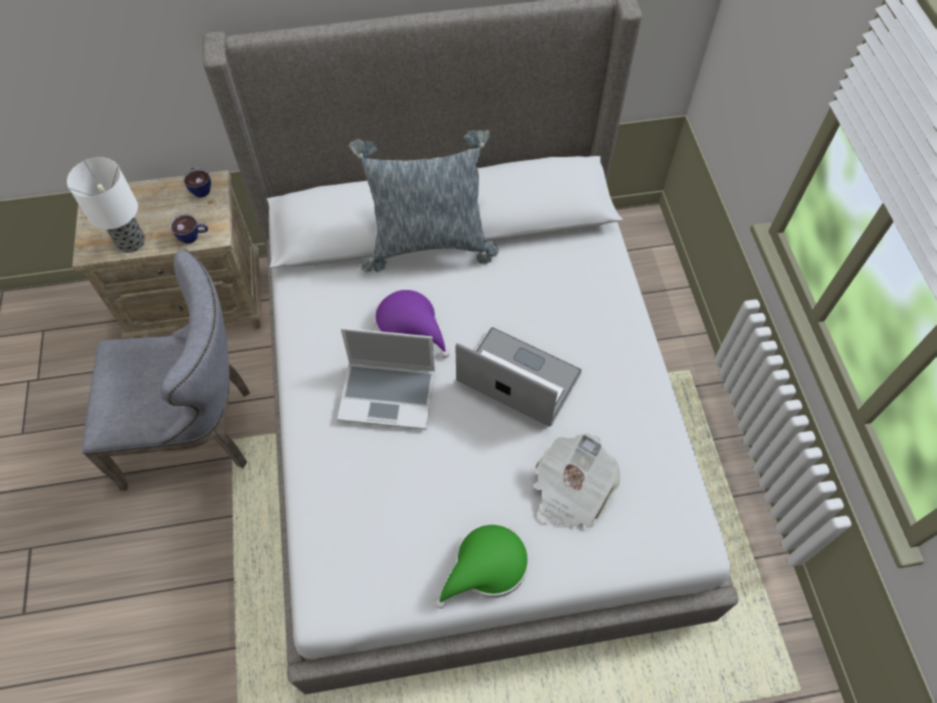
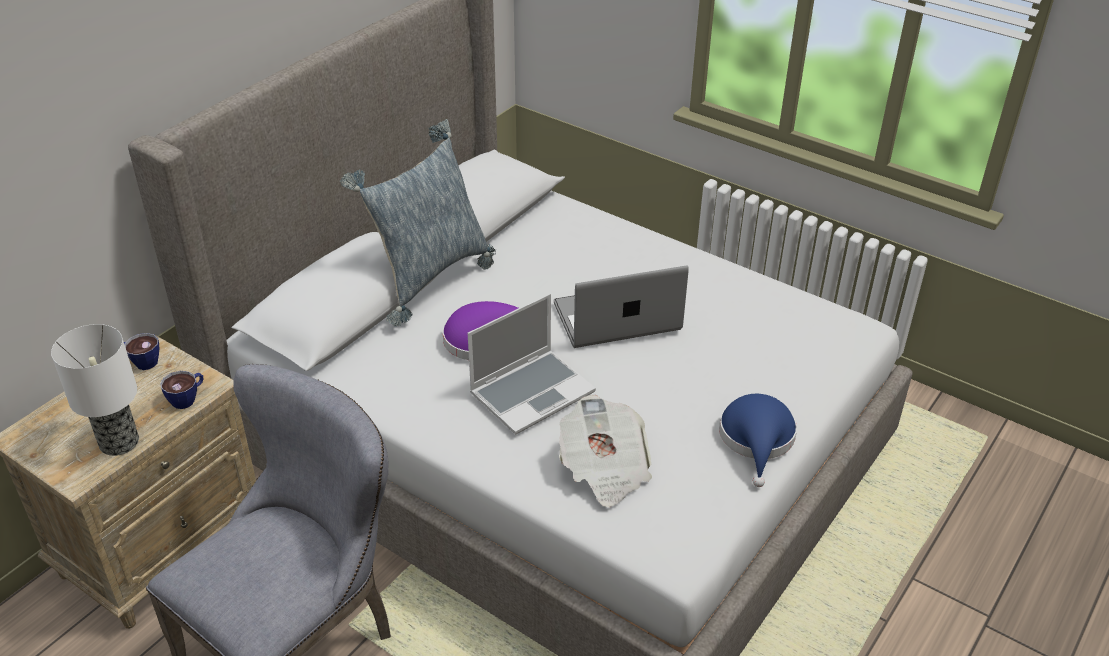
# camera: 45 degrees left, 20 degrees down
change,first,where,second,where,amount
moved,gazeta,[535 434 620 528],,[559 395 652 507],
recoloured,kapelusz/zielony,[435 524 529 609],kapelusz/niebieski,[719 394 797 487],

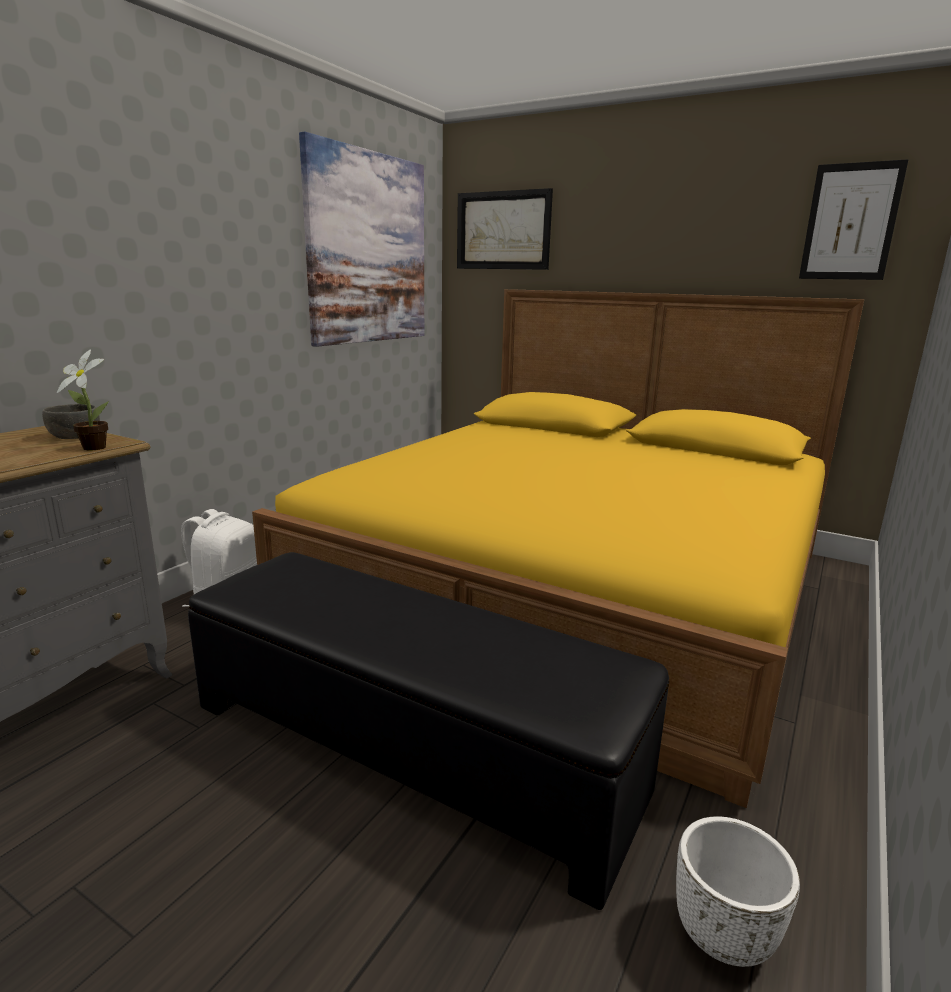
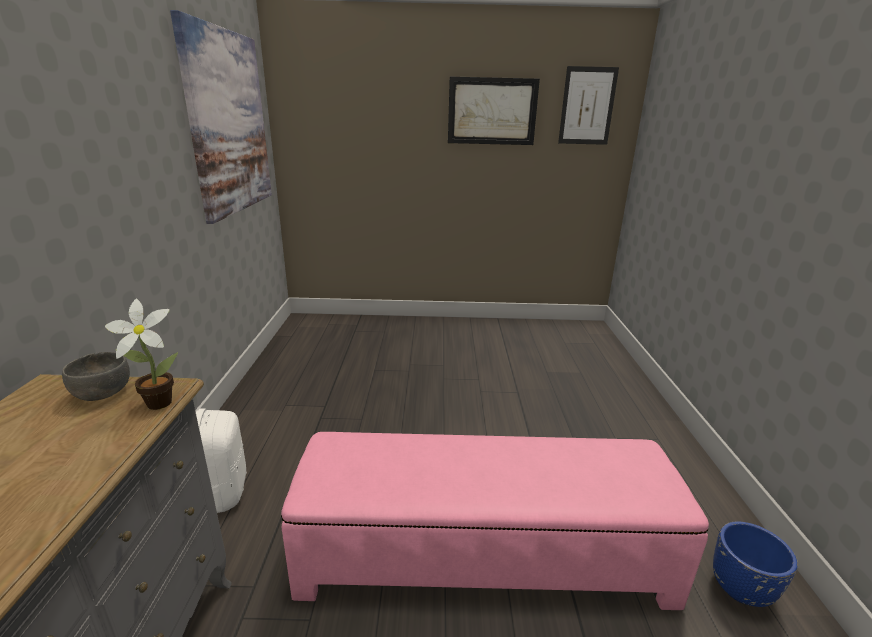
# camera: 30 degrees left, 5 degrees up
change,first,where,second,where,amount
moved,obraz,[457 188 553 270],,[448 77 540 145],
removed,łóżko/żółty,[252 289 864 808],,,
recoloured,ławka/czarny,[188 552 669 910],ławka/różowy,[281 432 709 610],
recoloured,donica/biały,[676 816 800 967],donica/niebieski,[713 521 798 607],

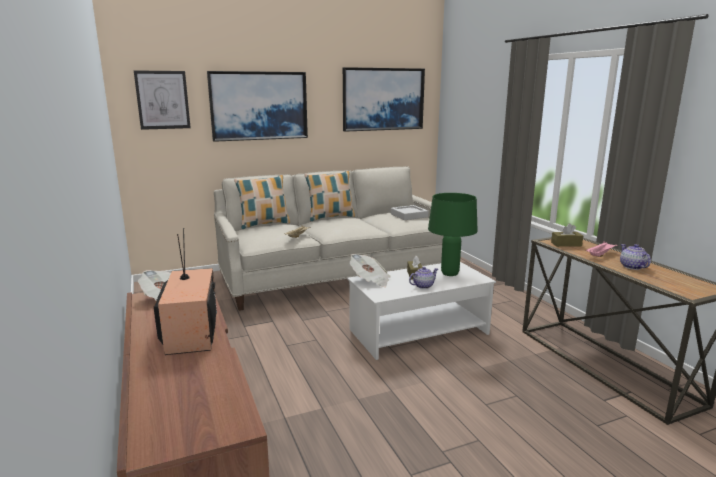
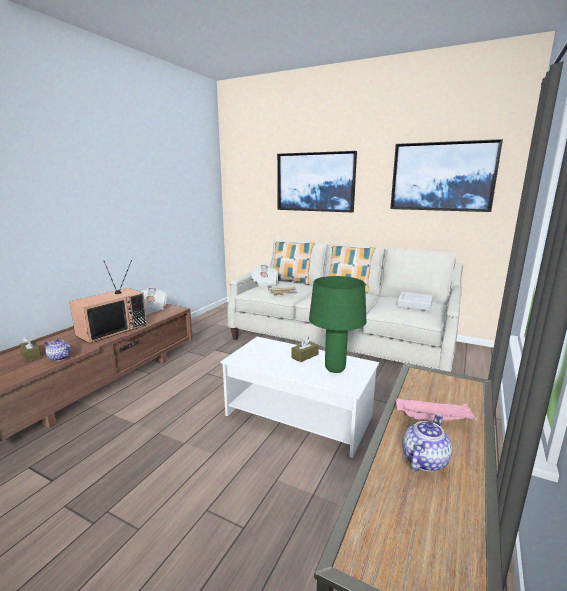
# camera: 50 degrees right, 0 degrees up
change,first,where,second,where,amount
removed,obraz,[134 70 191 130],,,
moved,pudełko chusteczek/brązowy,[551 223 583 247],,[20 336 41 362],
moved,gazeta,[349 254 390 287],,[251 265 278 288],
moved,imbryk,[409 267 438 289],,[44 339 71 361],

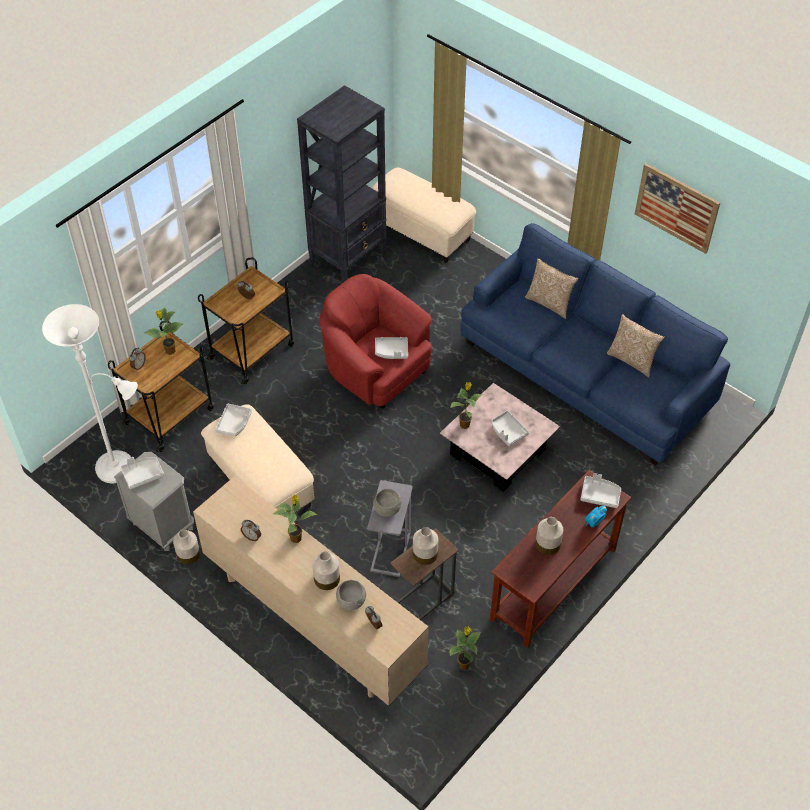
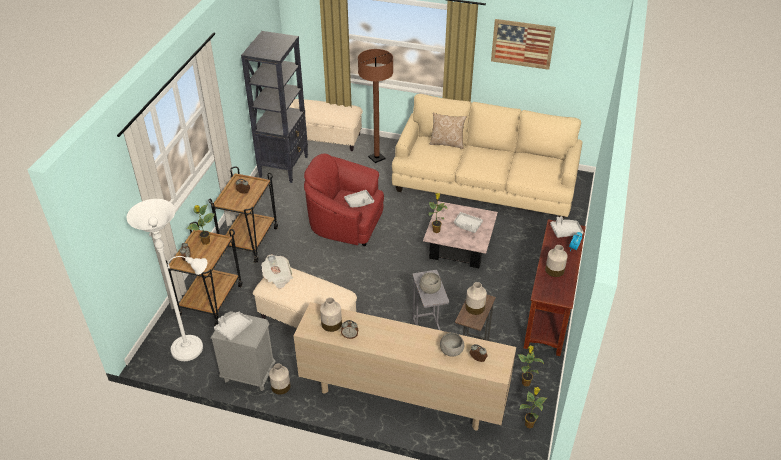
# camera: 25 degrees left, 10 degrees down
change,first,where,second,where,amount
recoloured,kanapa/niebieski,[460 223 730 465],kanapa/beżowy,[392 94 582 220],
removed,poduszka,[607 314 665 378],,,
replaced,taca/szary,[215 404 252 437],gazeta,[261 254 293 289],
moved,roślina doniczkowa,[273 495 318 543],,[519 387 547 428],
moved,wazon/beżowy,[312 552 340 590],,[320 298 342 332],
added,,,lampa stojąca/brązowy,[358 49 393 163],

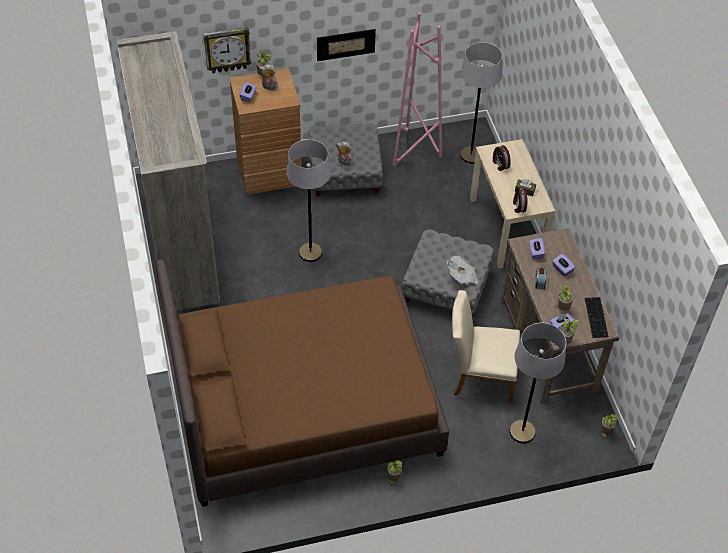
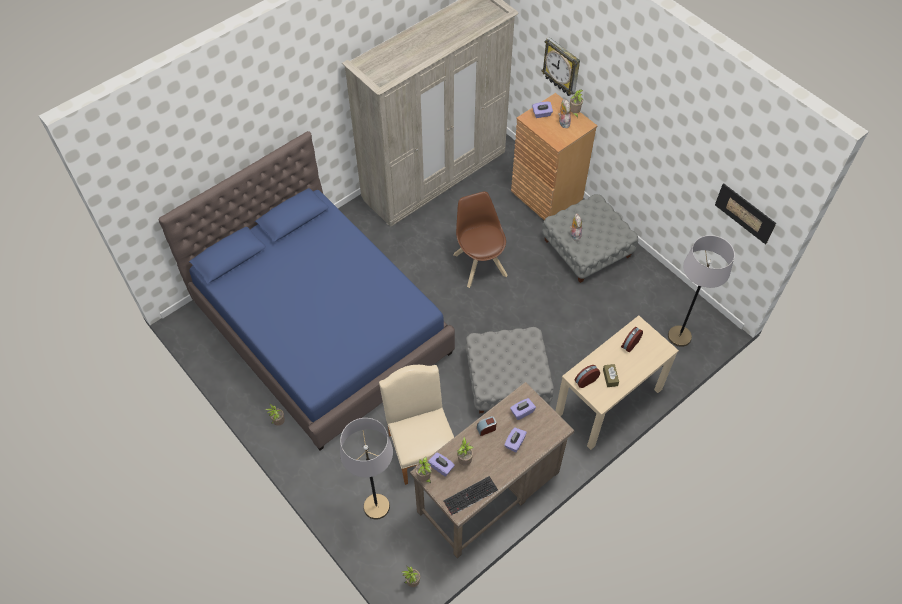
# camera: 65 degrees right, 5 degrees up
change,first,where,second,where,amount
removed,wieszak/różowy,[393 12 442 166],,,
moved,obraz,[317 29 376 61],,[715 183 776 245],
replaced,lampa stojąca/szary,[286 139 331 262],krzesło/brązowy,[454 191 507 288],
removed,gazeta,[447 256 478 284],,,
recoloured,łóżko/brązowy,[156 259 449 507],łóżko/niebieski,[159 131 455 450],

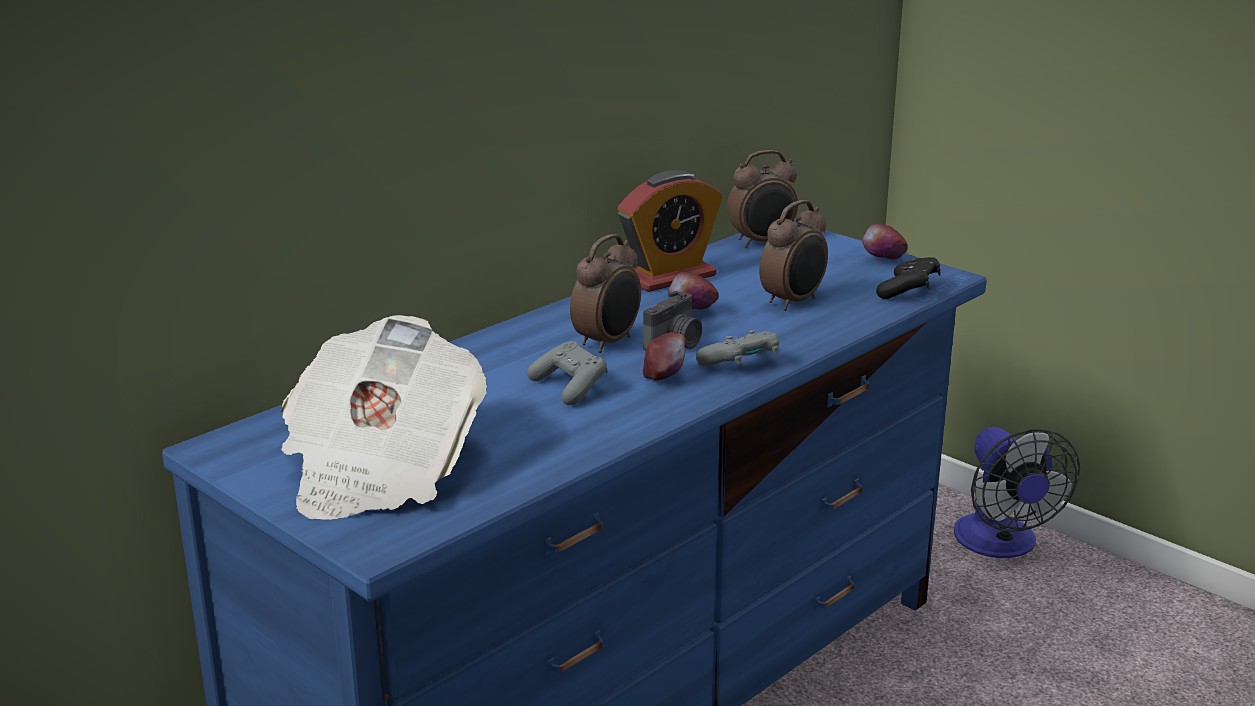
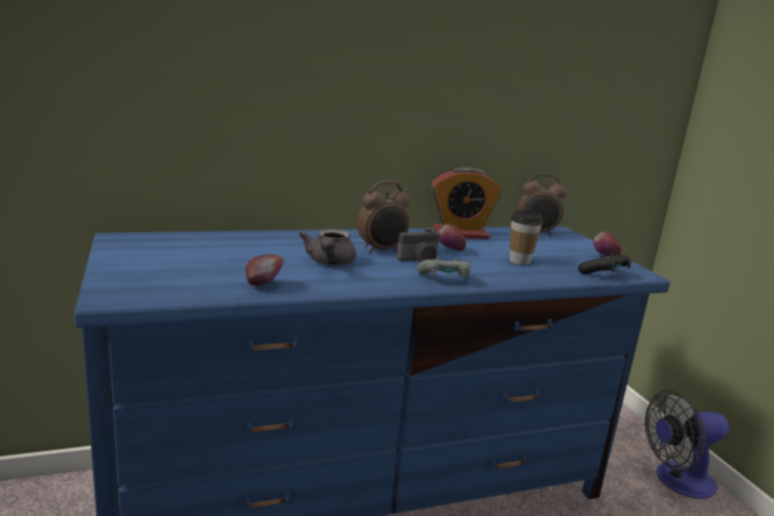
# camera: 25 degrees right, 5 degrees down
change,first,where,second,where,amount
replaced,budzik,[759 200 828 311],filiżanka,[510 211 544 265],
removed,gazeta,[281 315 487 520],,,
moved,jabłko,[643 332 685 381],,[246 254 284 286],
replaced,pad do gier/szary,[527 341 608 405],imbryk/szary,[299 229 356 265],
turned,wentylator,[954 427 1080 558],,[645 390 730 499],60 degrees clockwise

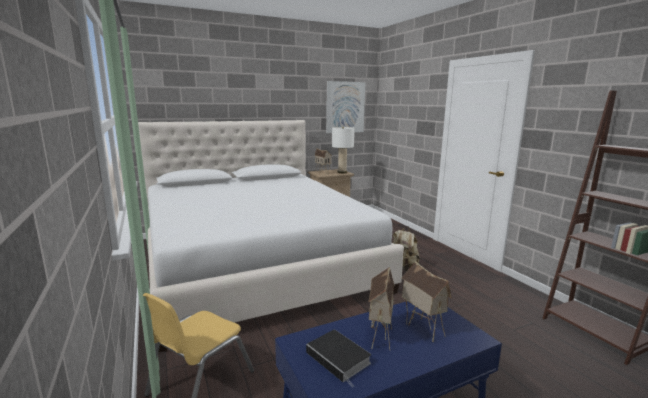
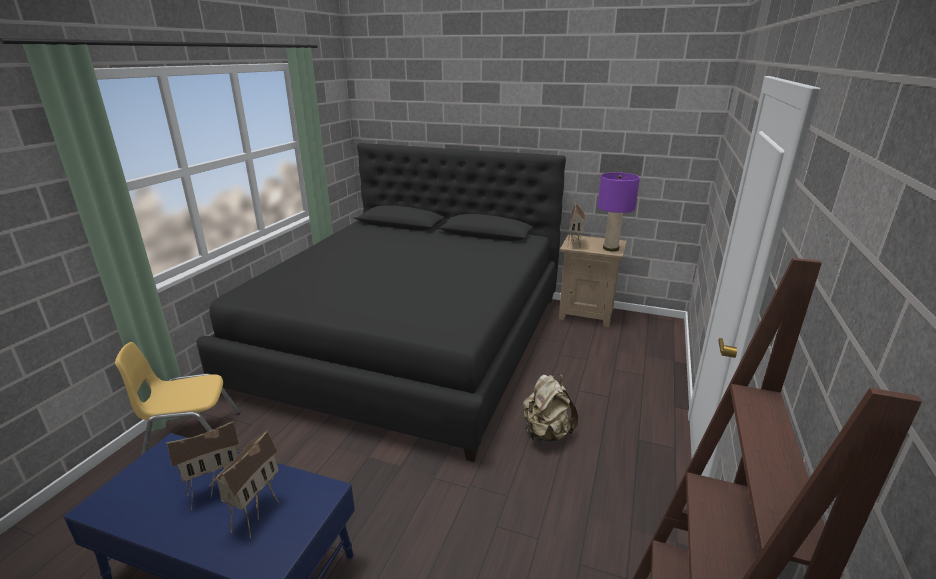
# camera: 45 degrees right, 10 degrees up
change,first,where,second,where,amount
removed,obraz,[326 81 365 133],,,
recoloured,łóżko/biały,[138 120 404 352],łóżko/czarny,[196 143 566 462],
recoloured,lampa stołowa/biały,[332 127 354 173],lampa stołowa/fioletowy,[597 172 640 251],
removed,książka,[306 330 371 387],,,

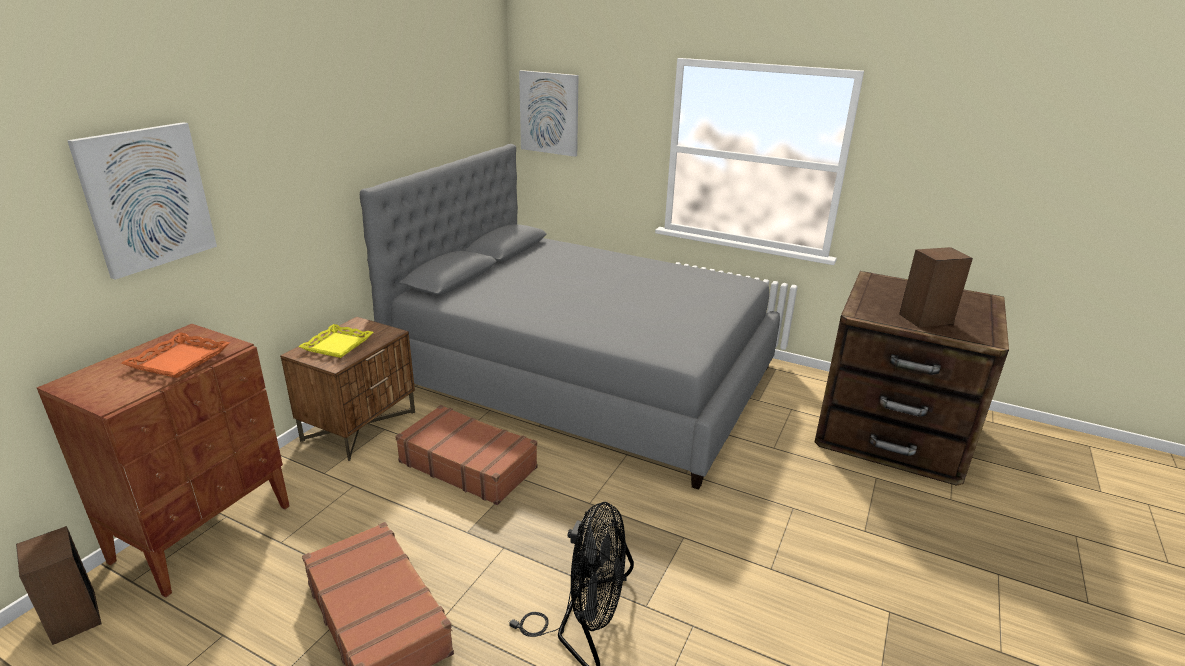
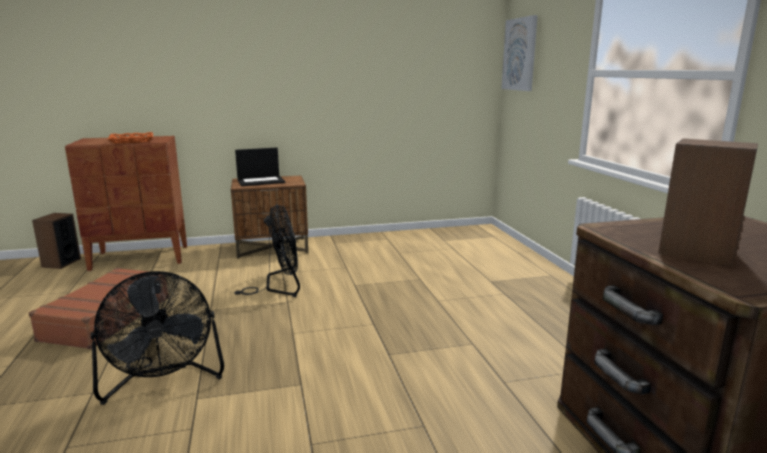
# camera: 50 degrees right, 10 degrees down
change,first,where,second,where,amount
removed,obraz,[67 122 217 280],,,
removed,łóżko/szary,[360 144 780 490],,,
replaced,taca/żółty,[298 324 373 358],laptop,[235 148 285 186],
replaced,walizka/brązowy,[395 405 538 505],wentylator/czarny,[234 204 300 297],

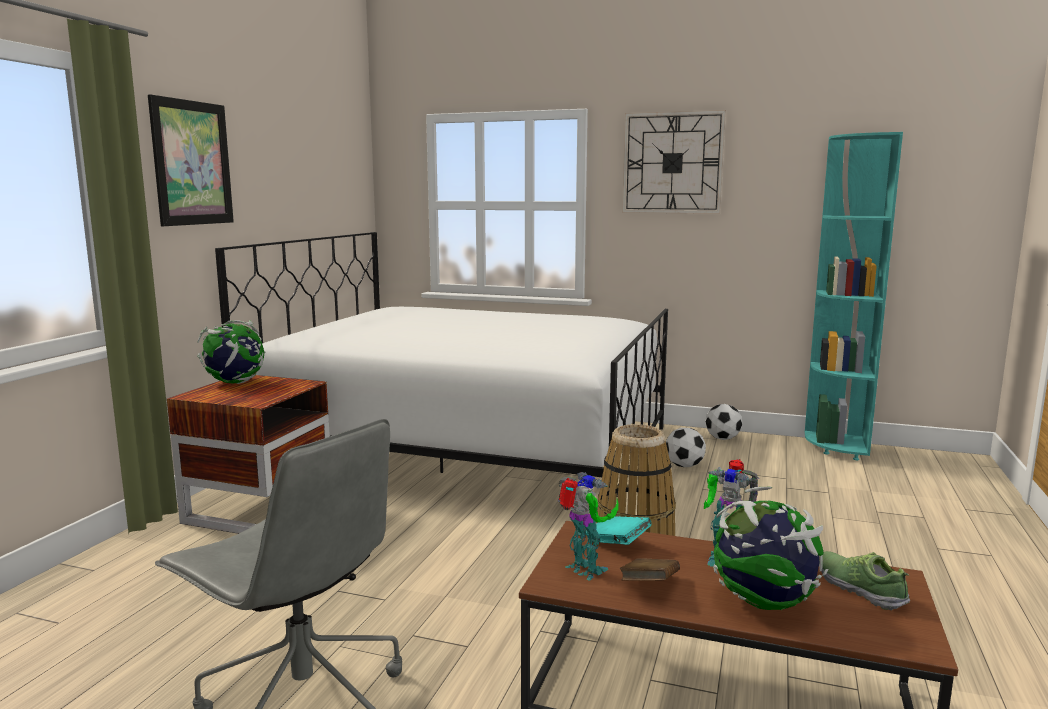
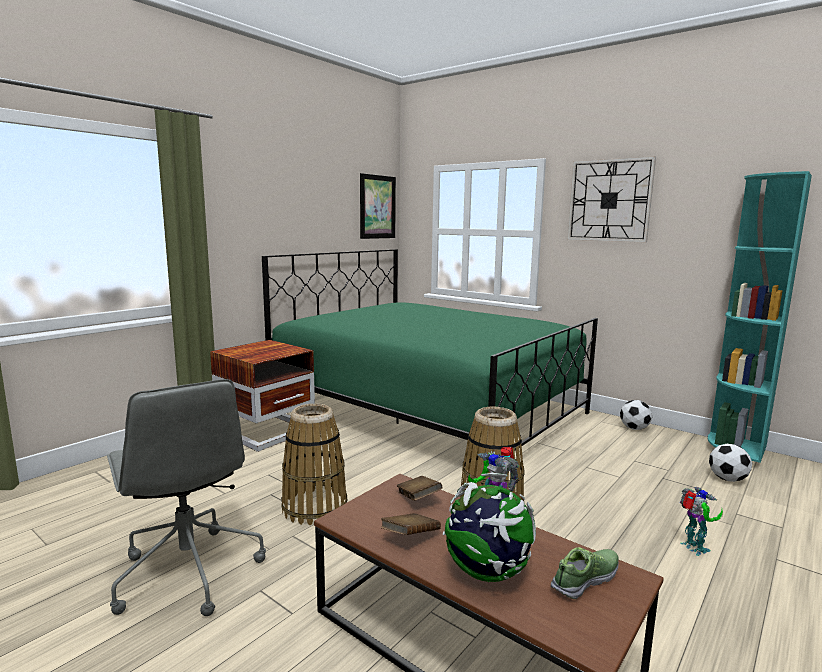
# camera: 20 degrees right, 0 degrees up
change,first,where,second,where,amount
moved,obraz,[148 94 234 226],,[360 173 396 239],
recoloured,łóżko/biały,[215 232 668 498],łóżko/zielony,[262 249 598 451],
removed,globus,[197 320 266 384],,,
moved,piłka futbolowa,[666 428 706 467],,[709 444 752 482],
moved,robot zabawkowy,[558 472 619 580],,[680 487 723 556],
recoloured,książka/turkusowy,[584 516 652 545],książka/brązowy,[396 476 442 501],
turned,but,[819 551 910 610],,[551 547 619 599],60 degrees clockwise
added,,,koszyk,[281 404 347 525],

